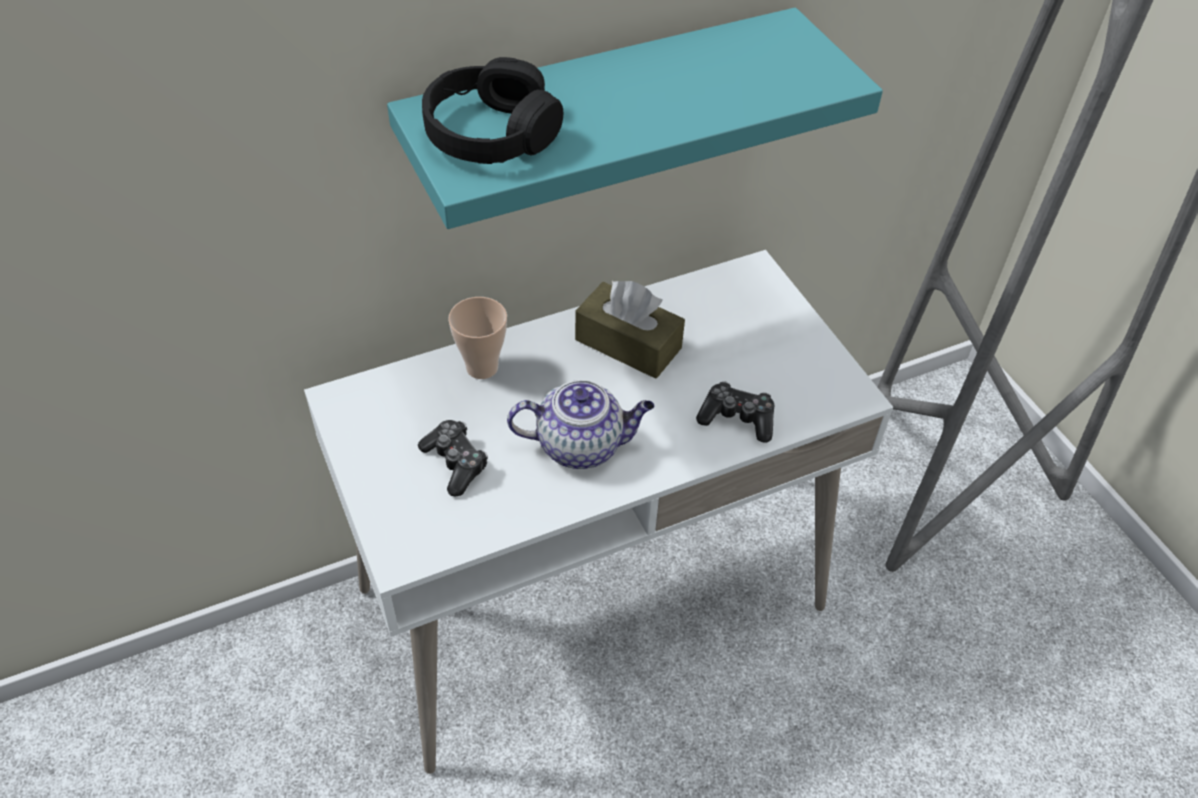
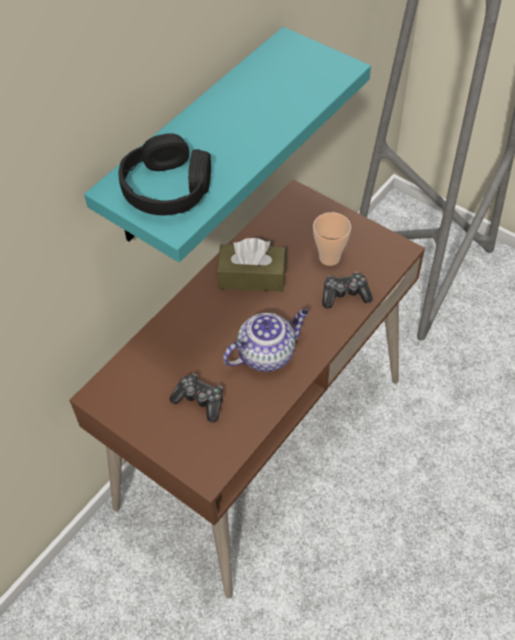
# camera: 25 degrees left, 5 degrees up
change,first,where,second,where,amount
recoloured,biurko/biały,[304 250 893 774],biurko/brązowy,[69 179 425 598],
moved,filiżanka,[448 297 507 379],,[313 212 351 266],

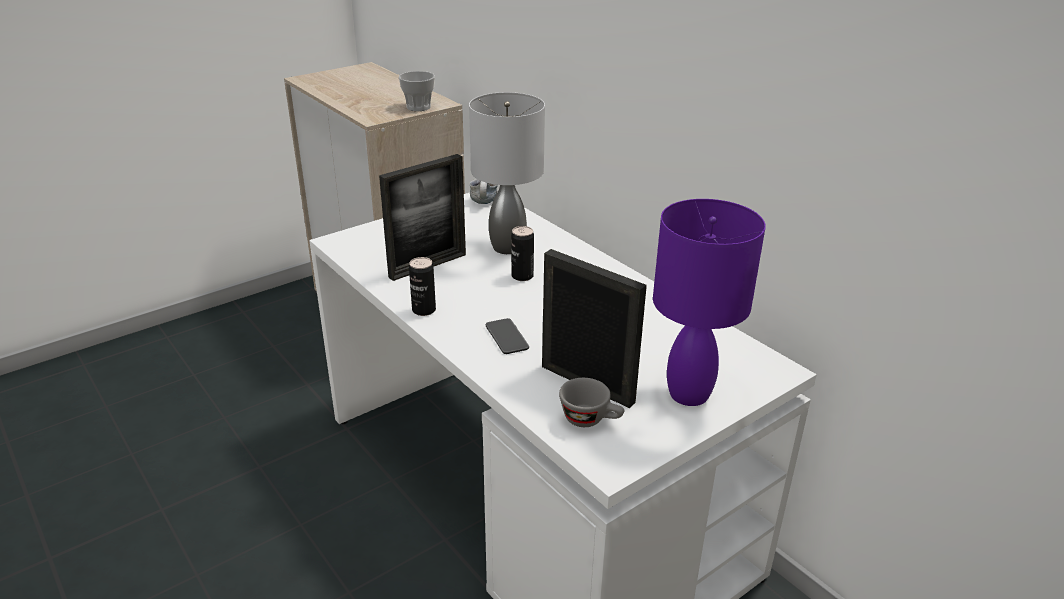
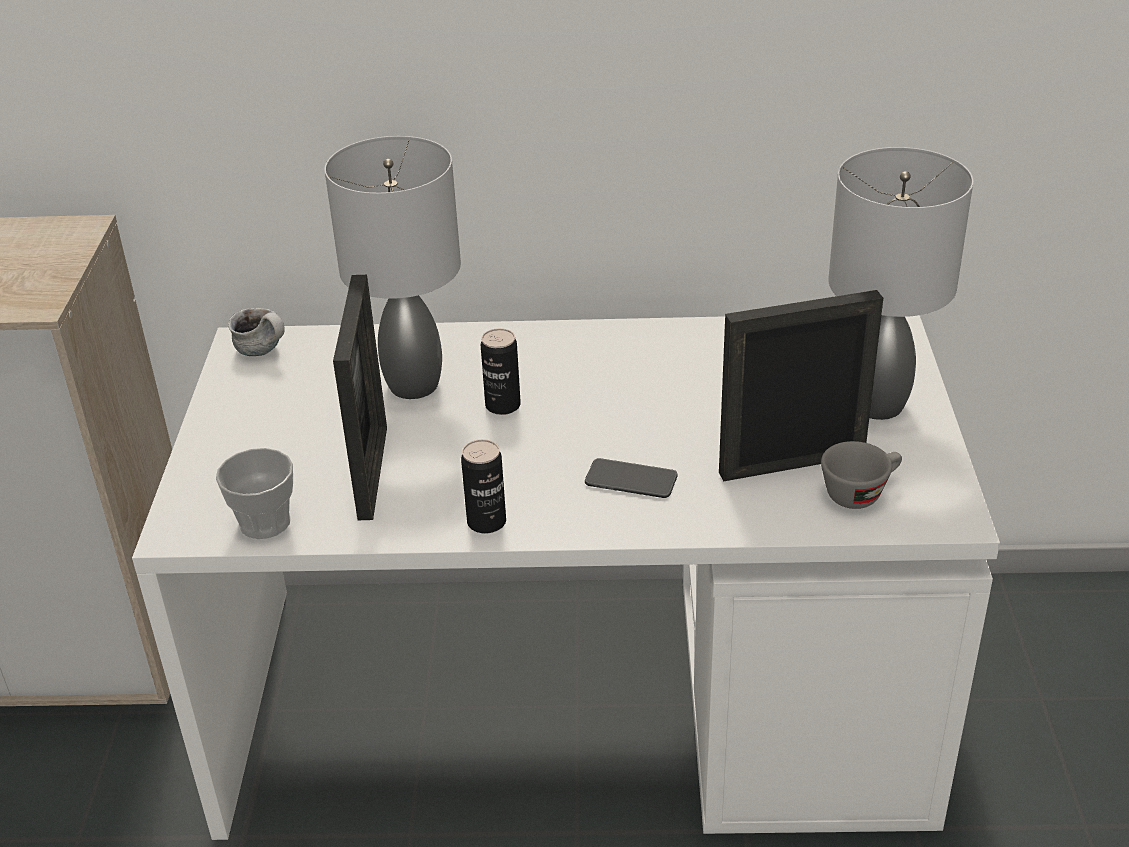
# camera: 50 degrees left, 5 degrees up
change,first,where,second,where,amount
moved,filiżanka,[399 71 435 111],,[216 448 293 539],
recoloured,lampa stołowa/fioletowy,[653 199 766 406],lampa stołowa/szary,[828 147 973 420],

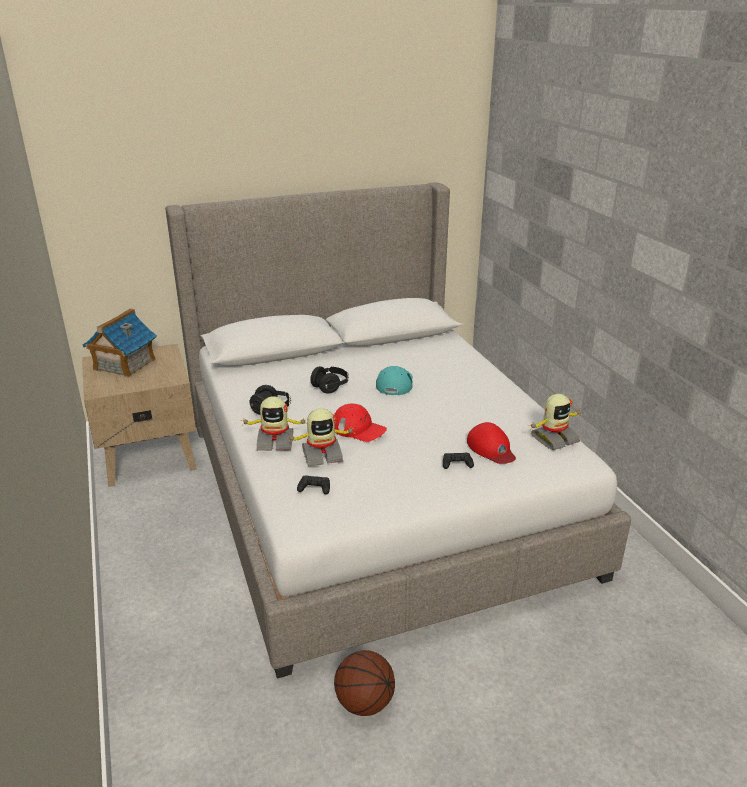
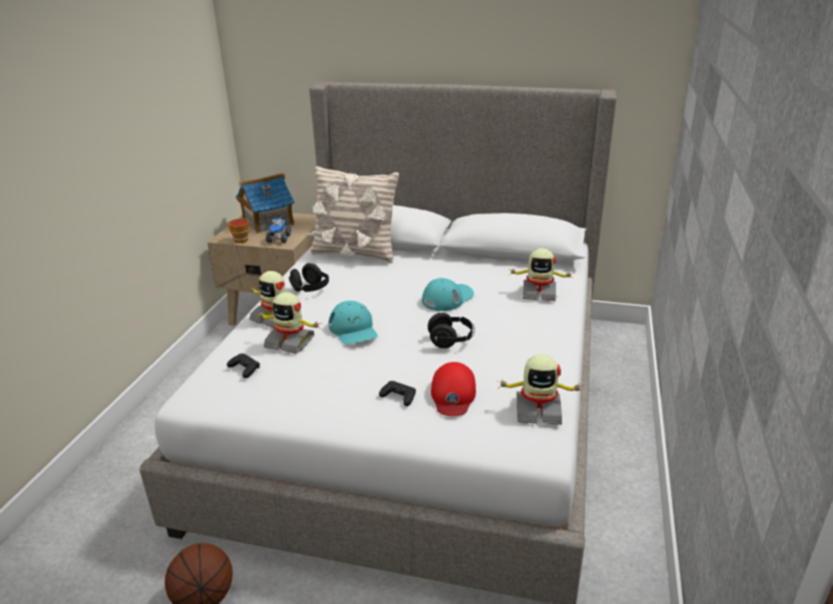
# camera: 35 degrees right, 0 degrees up
change,first,where,second,where,amount
moved,słuchawki/czarny,[310 366 349 394],,[428 313 475 348],
recoloured,czapka z daszkiem/czerwony,[334 403 387 442],czapka z daszkiem/turkusowy,[329 301 378 344],
added,,,poduszka/beżowy,[311 166 399 263],
added,,,ciężarówka zabawkowa,[266 217 291 243],
added,,,filiżanka,[228 218 249 243],
added,,,robot zabawkowy,[509 248 573 301],

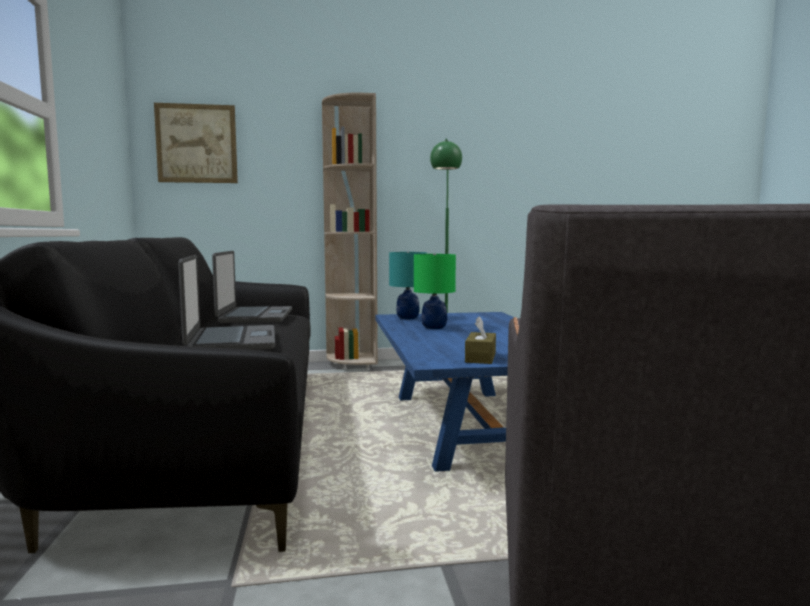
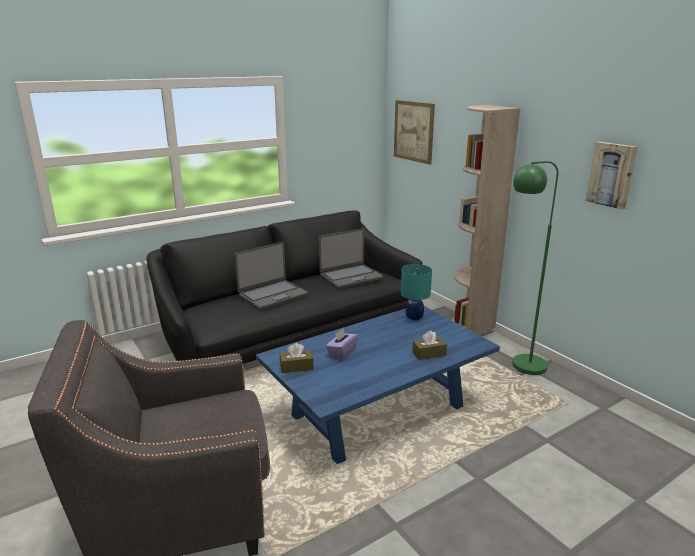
# camera: 65 degrees right, 15 degrees up
change,first,where,second,where,amount
removed,lampa stołowa/zielony,[414 253 456 329],,,
added,,,obraz,[586 142 638 210],
added,,,pudełko chusteczek/fioletowy,[326 329 358 360],
added,,,pudełko chusteczek/brązowy,[412 331 447 360],

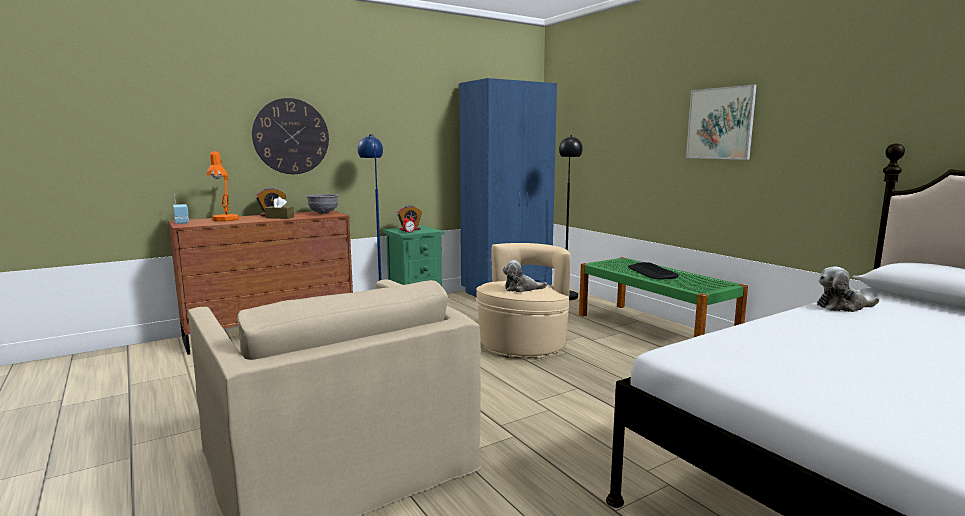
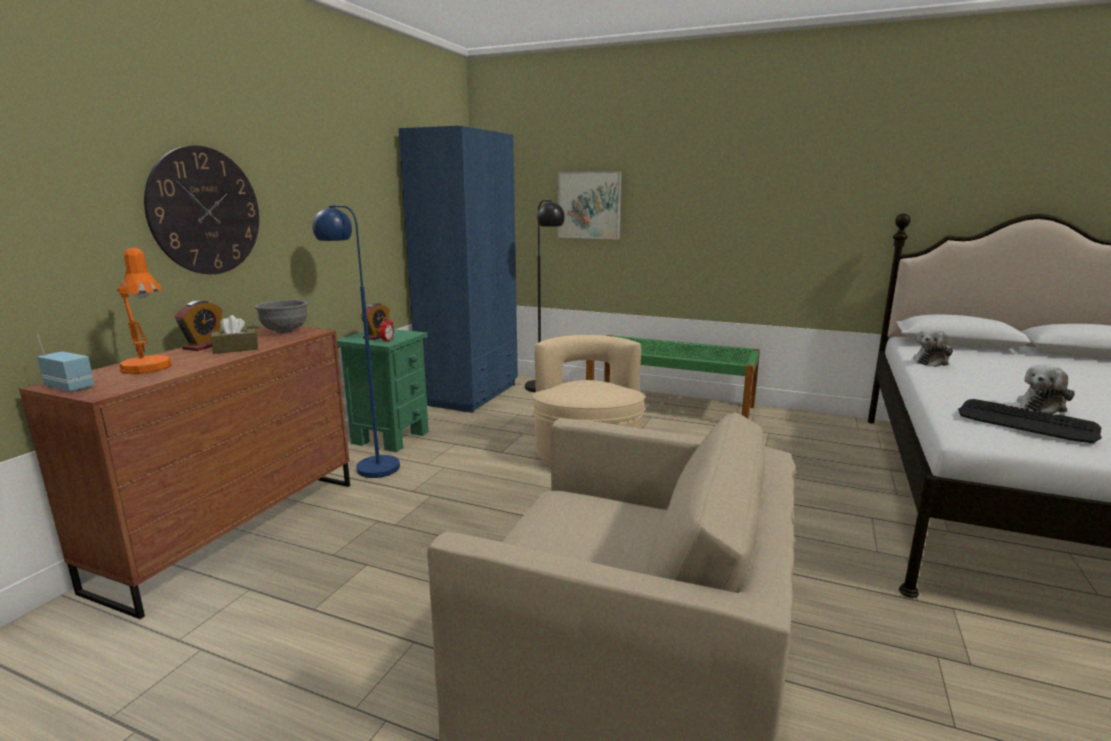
# camera: 35 degrees left, 5 degrees up
change,first,where,second,where,amount
moved,obraz,[686 84 757 160],,[558 171 621 239],
moved,pluszak,[503 260 547 292],,[1016 364 1075 414],
moved,klawiatura,[628 262 679 279],,[958 399 1102 443],

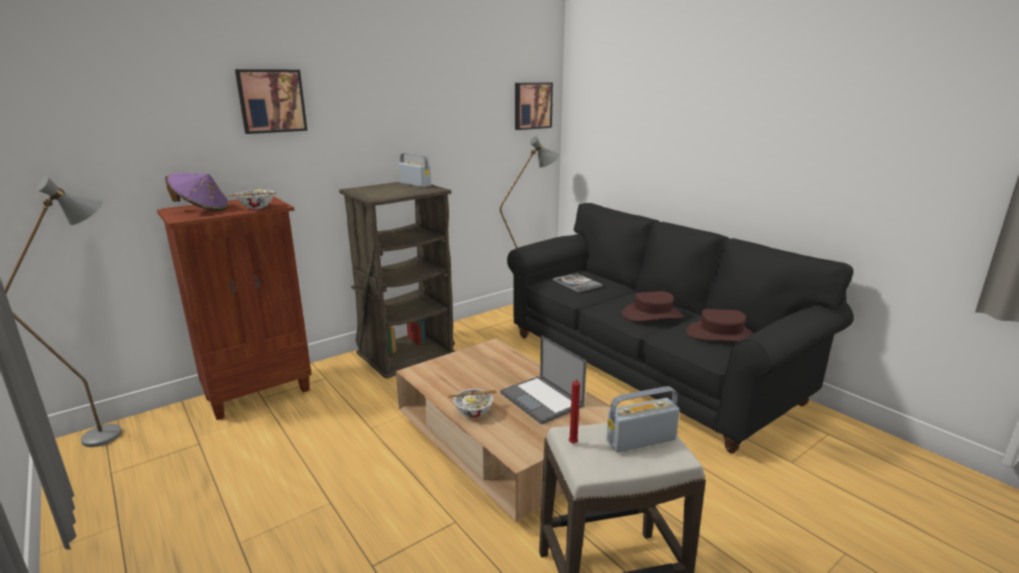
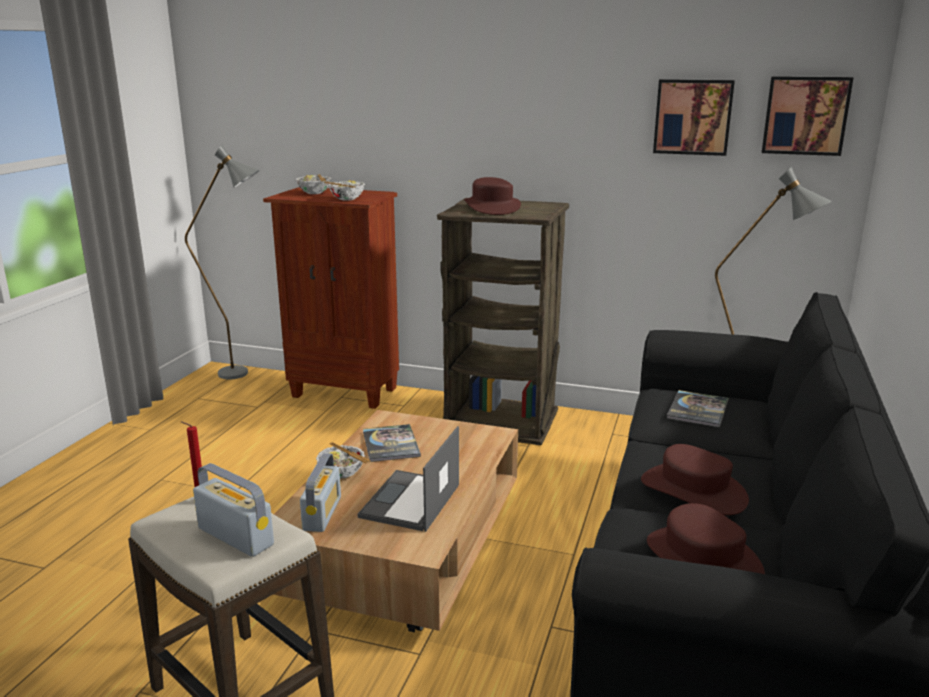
# camera: 55 degrees right, 0 degrees up
change,first,where,second,where,amount
moved,obraz,[235 69 307 134],,[653 79 735 156],
moved,radio,[398 153 431 187],,[300 453 341 532],
replaced,kapelusz/fioletowy,[165 172 228 211],miska,[295 174 332 194],
added,,,kapelusz/brązowy,[464 177 521 215],
added,,,książka,[363 424 421 462],

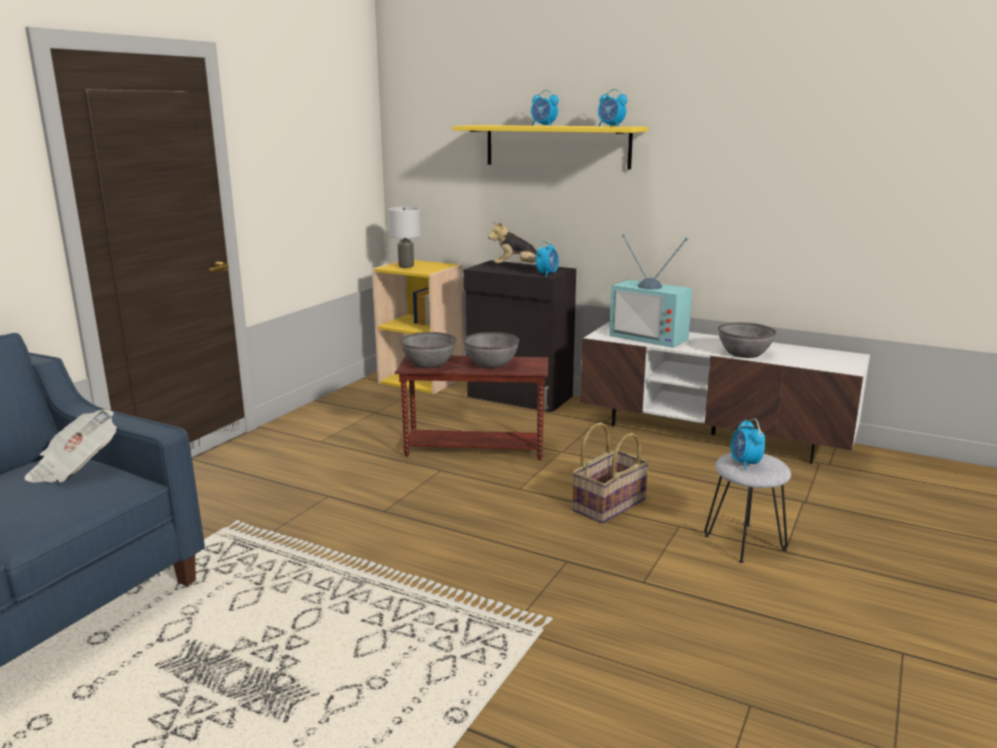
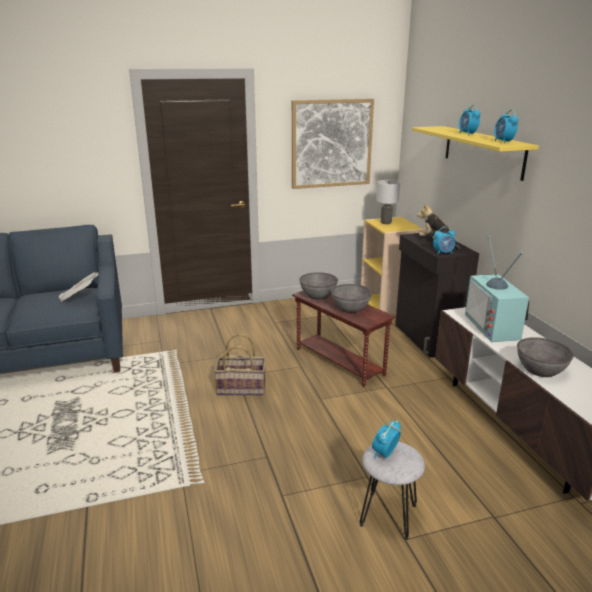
# camera: 45 degrees right, 5 degrees up
change,first,where,second,where,amount
moved,koszyk,[572 422 649 524],,[214 334 266 395],
added,,,obraz,[292 99 374 189],

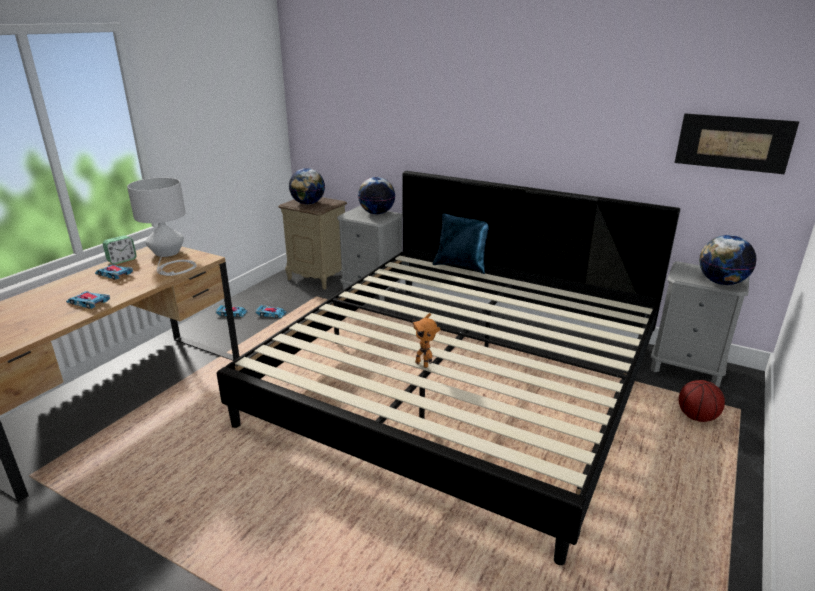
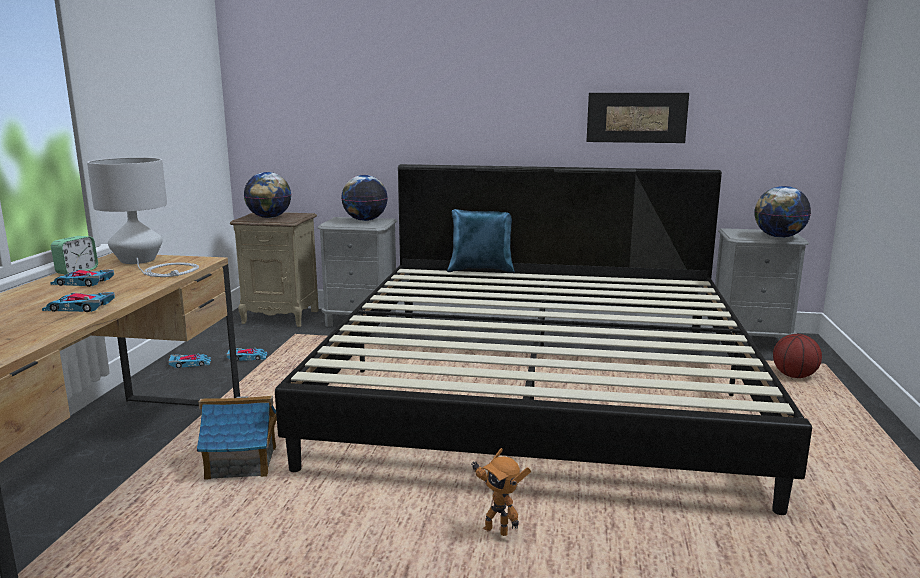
# camera: 20 degrees left, 10 degrees down
change,first,where,second,where,amount
moved,obraz,[675 113 799 174],,[586 93 689 143],
moved,robot zabawkowy,[412 313 441 368],,[471 448 531 536],
added,,,domek,[197 396 277 480],

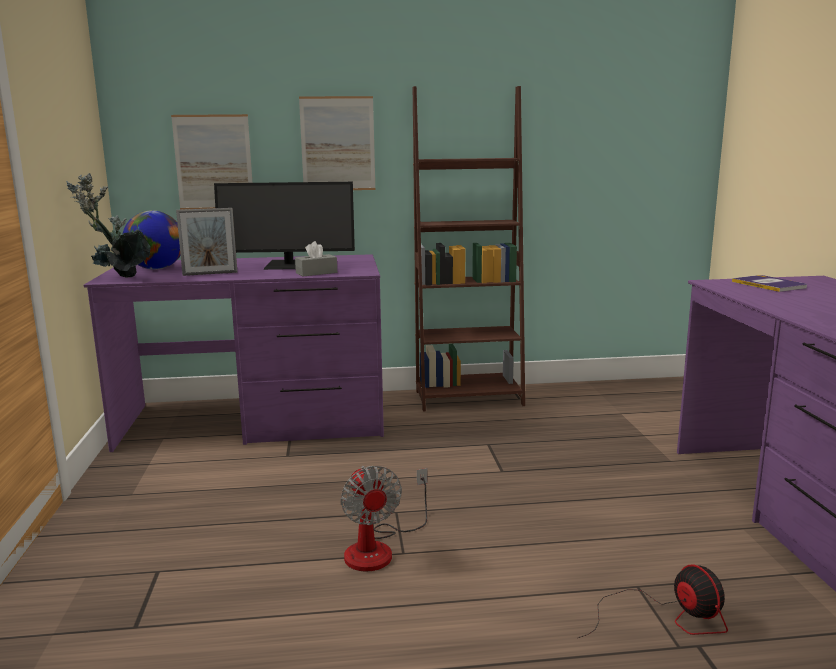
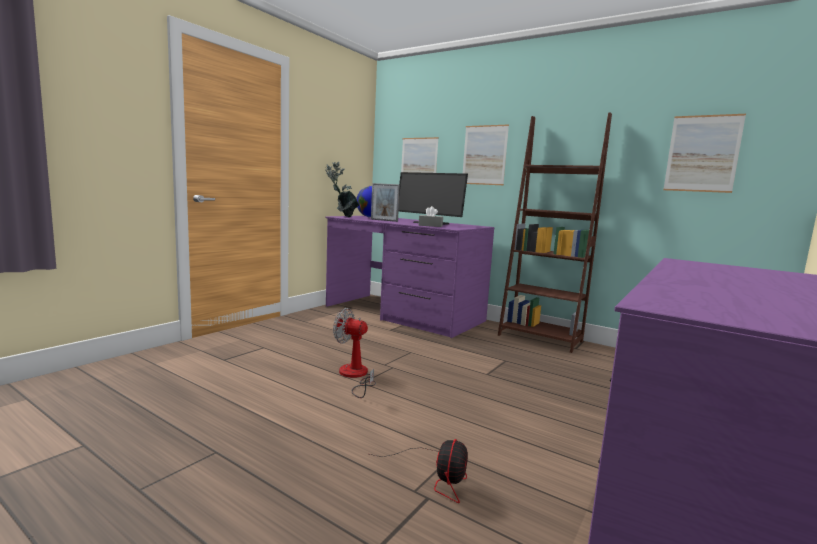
# camera: 40 degrees right, 5 degrees down
change,first,where,second,where,amount
removed,książka,[732 275 807 292],,,
turned,wentylator,[340 466 428 572],,[333 308 376 398],90 degrees clockwise
added,,,obraz,[663 114 746 193],

